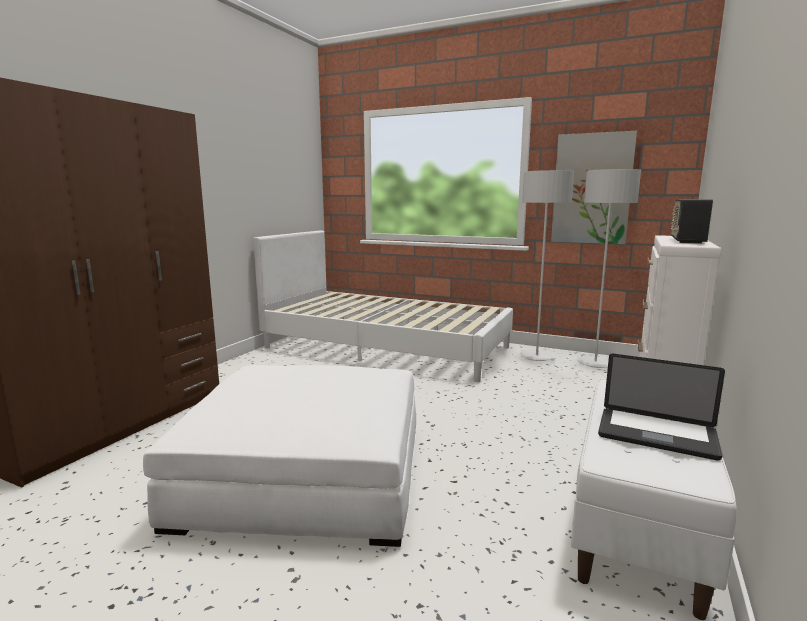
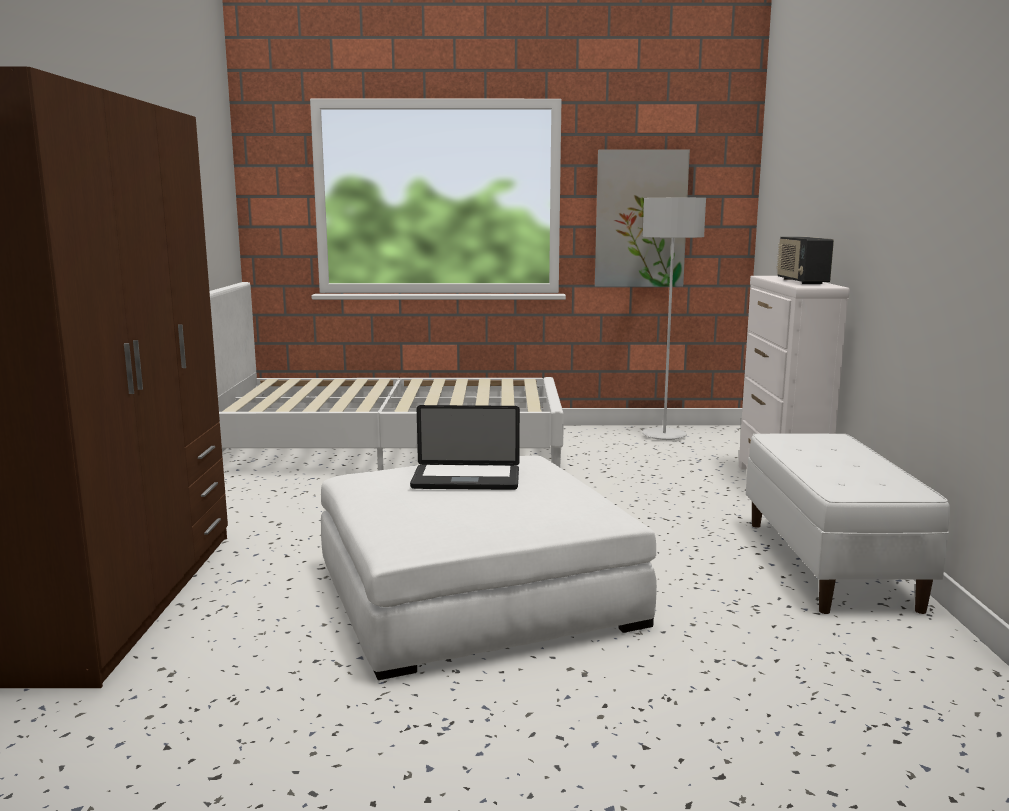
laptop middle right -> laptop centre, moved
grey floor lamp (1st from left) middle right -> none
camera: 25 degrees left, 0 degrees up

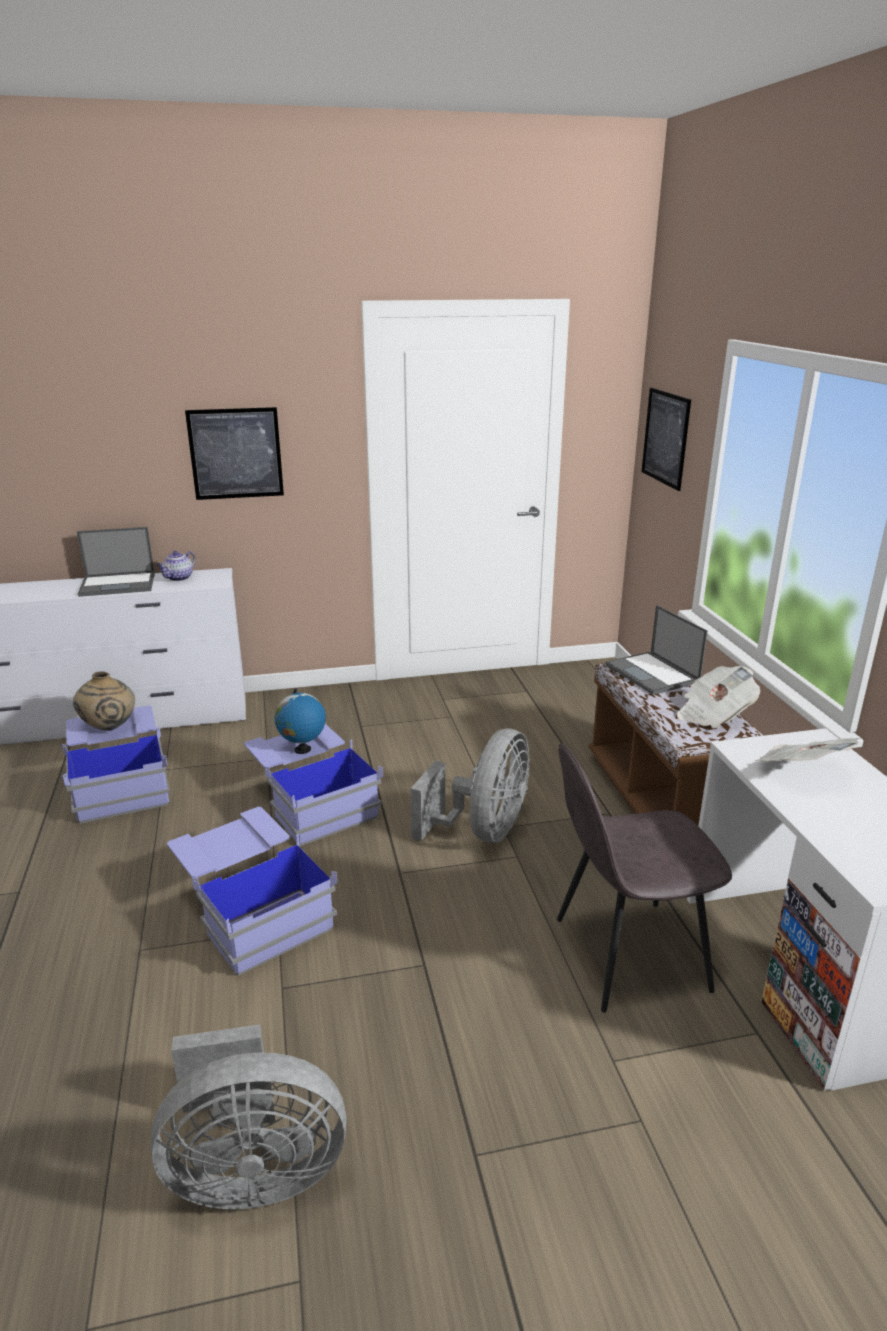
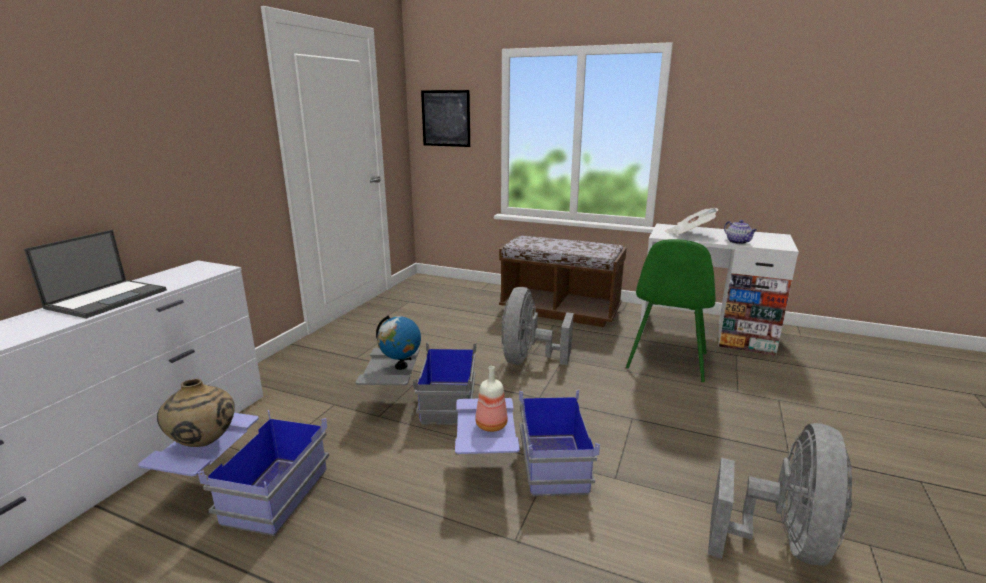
blue storage box (3rd from left) centre -> grey storage box centre
none -> bottle bottom centre
grey fan (2nd from left in the first image) centre -> grey fan (1st from left) centre, 135 degrees counterclockwise
grey chair middle right -> green chair middle right
teapot middle left -> teapot middle right, moved
picture (1st from left) middle left -> none
laptop (2nd from left) middle right -> none
newspaper (1st from left) middle right -> none
camera: 55 degrees left, 5 degrees down

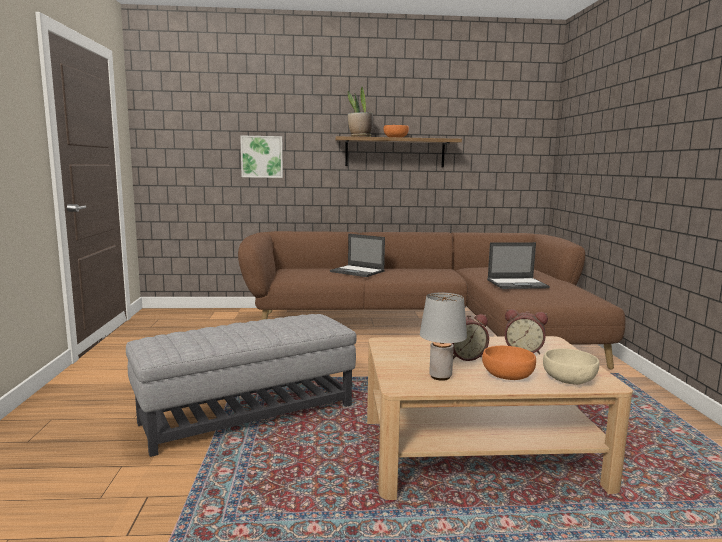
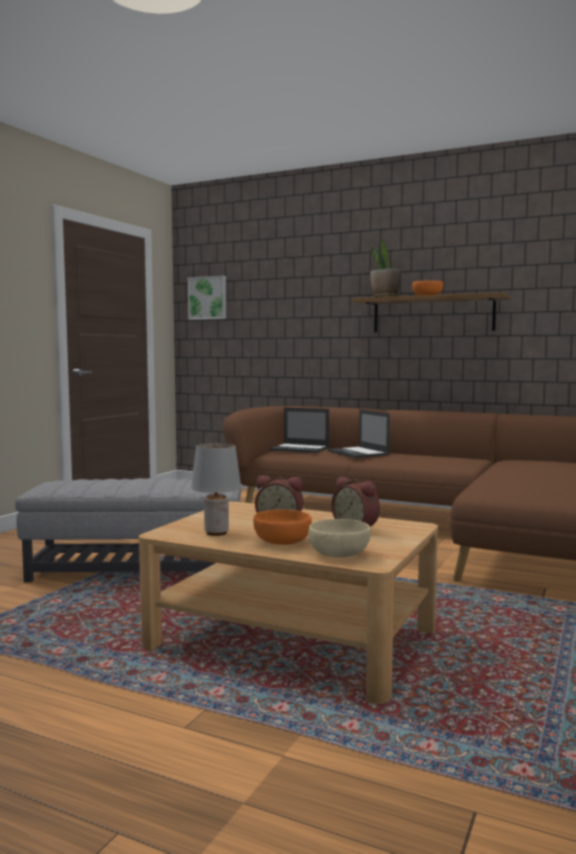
picture top centre -> picture centre, moved
laptop (2nd from left in the first image) middle right -> laptop (1st from left) centre, moved
camera: 30 degrees right, 5 degrees down

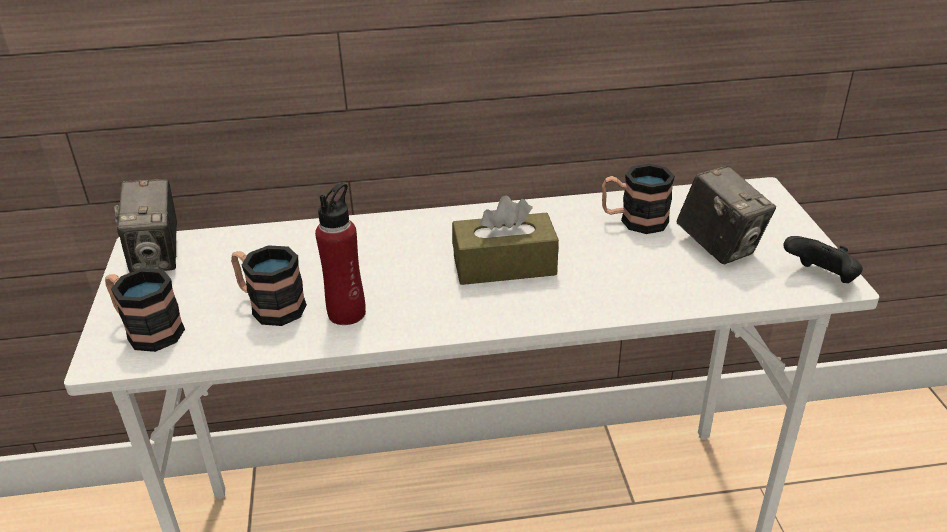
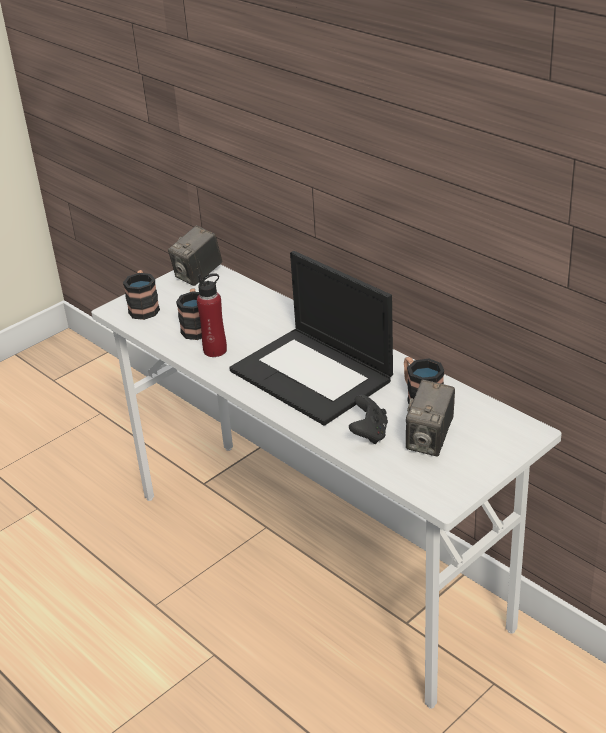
brown tissue box centre -> laptop centre
black game controller middle right -> black game controller centre, moved
camera: 55 degrees right, 0 degrees up

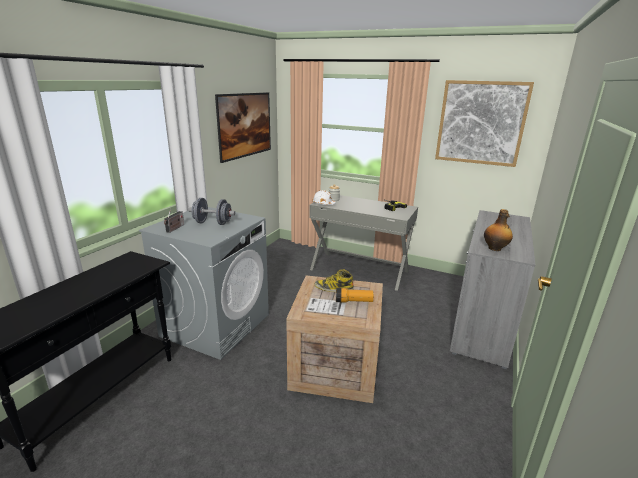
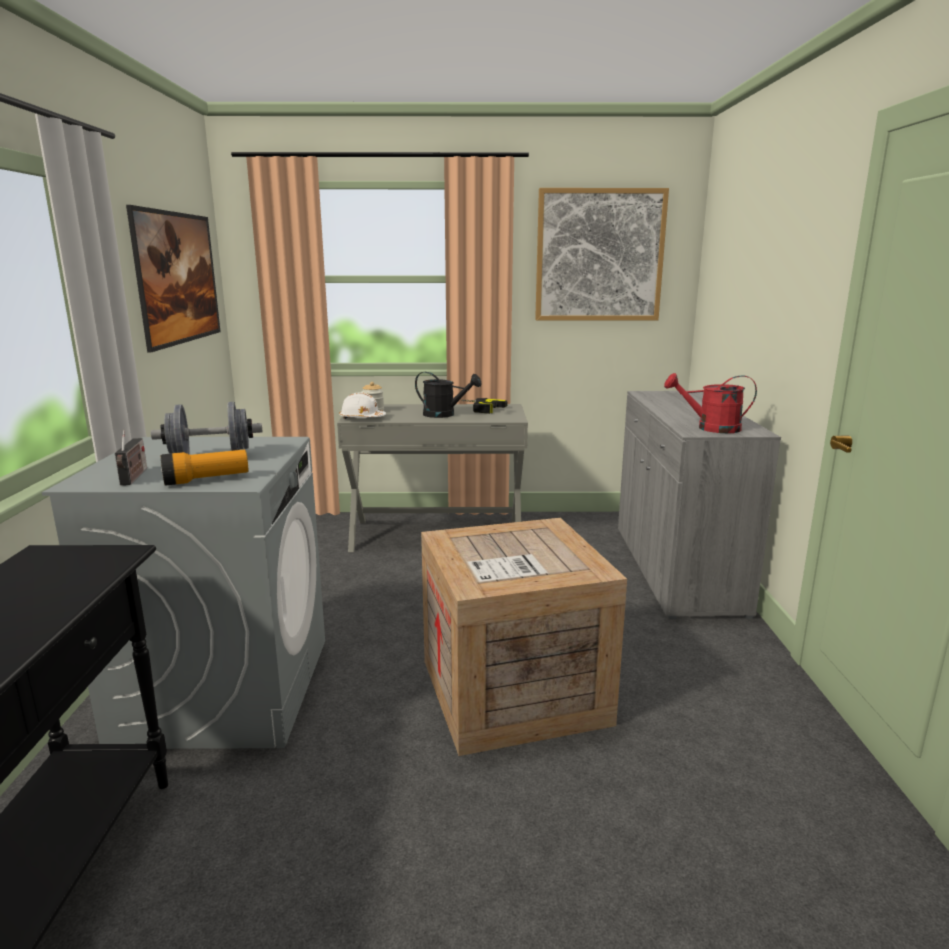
flashlight centre -> flashlight middle left, moved
none -> black watering can centre
bottle middle right -> red watering can middle right
boot centre -> none
camera: 25 degrees left, 5 degrees down

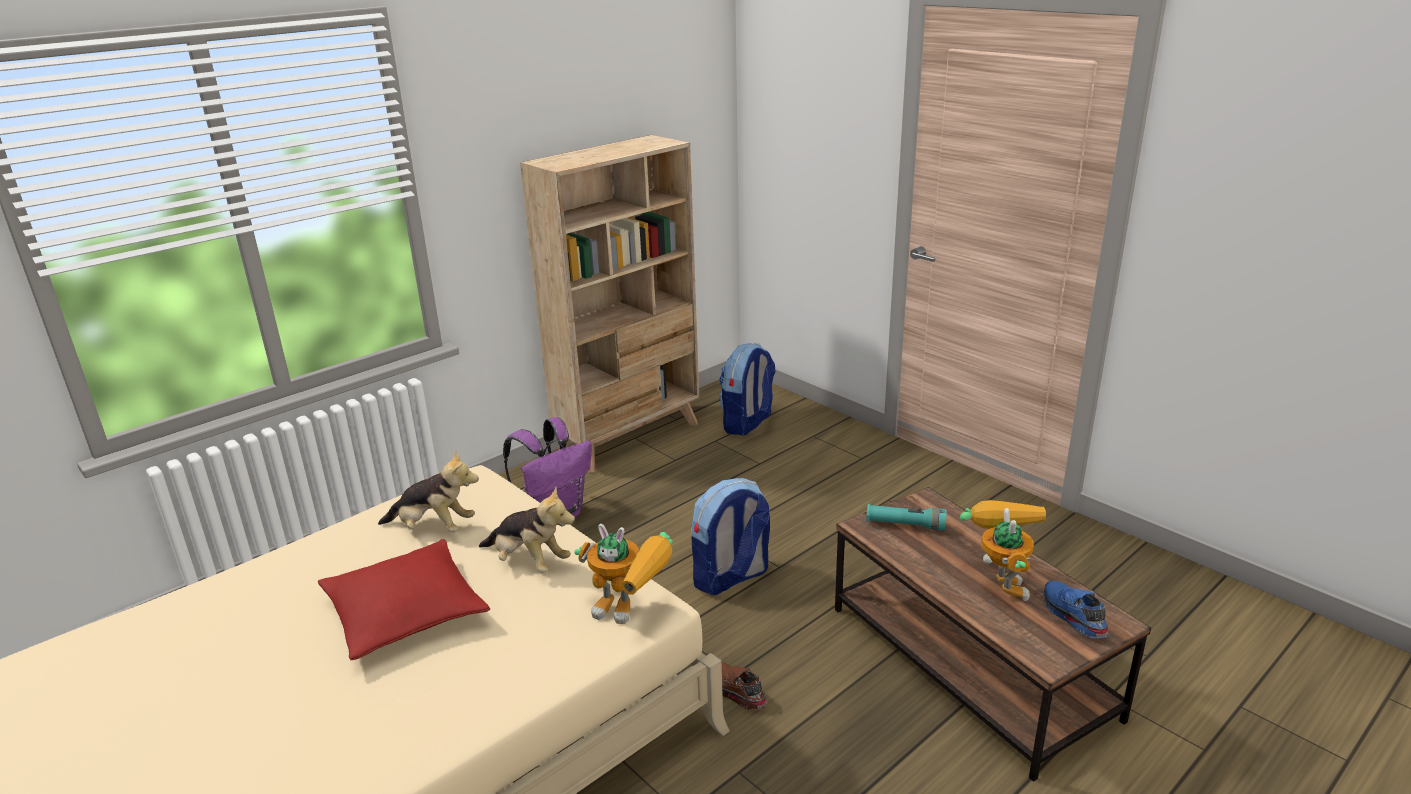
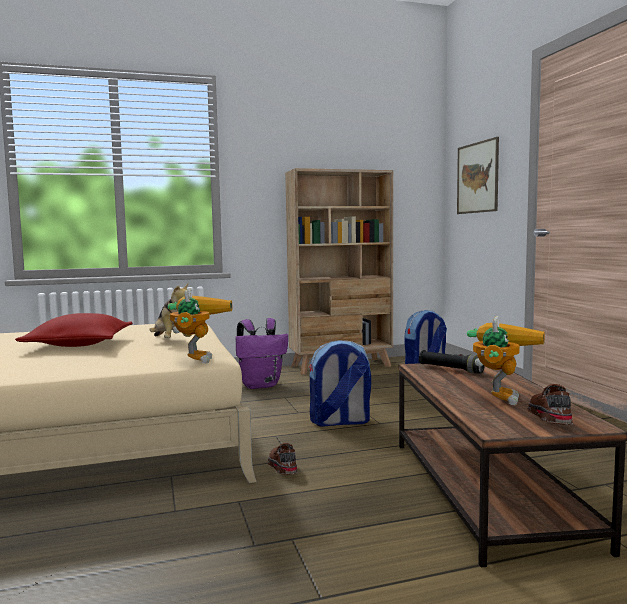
toy robot (1st from left) bottom centre -> toy robot (1st from left) middle left, 135 degrees counterclockwise
turquoise flashlight centre -> black flashlight middle right
none -> picture top right
blue shoe bottom right -> brown shoe (2nd from left) bottom right
plush toy (1st from left) middle left -> none
camera: 25 degrees right, 20 degrees down

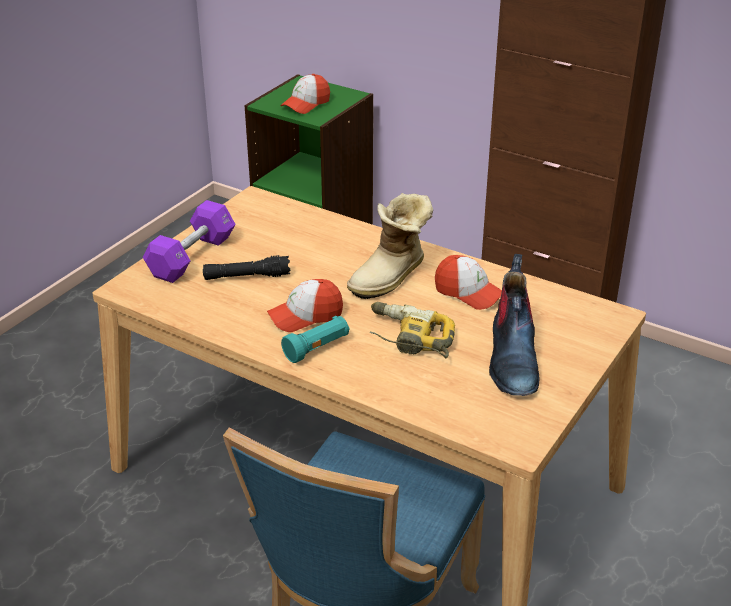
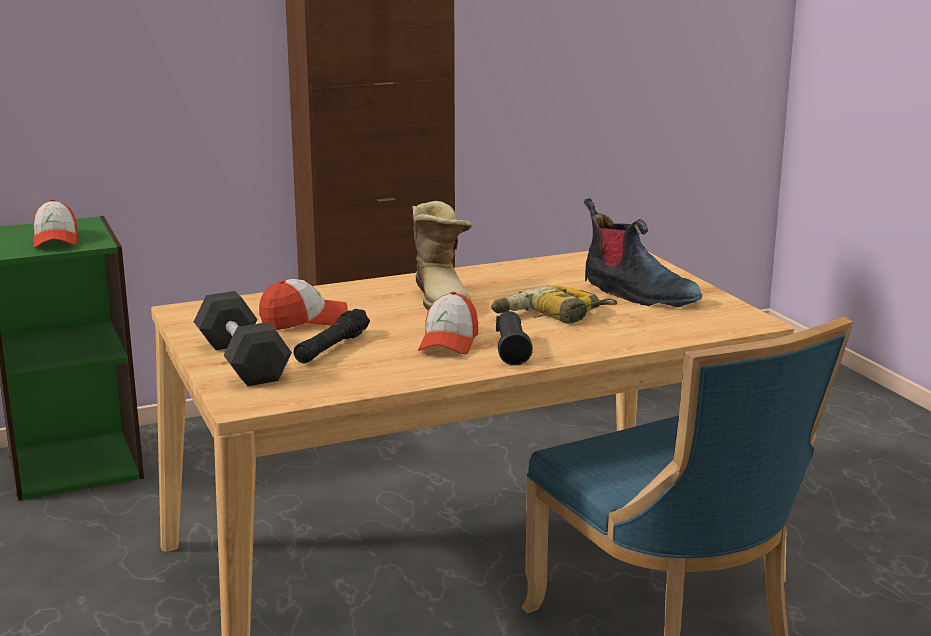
purple dumbbell middle left -> black dumbbell middle left
cap (3rd from left in the first image) centre -> cap (2nd from left) middle left, moved
turquoise flashlight centre -> black flashlight (2nd from left) centre
camera: 55 degrees left, 15 degrees down

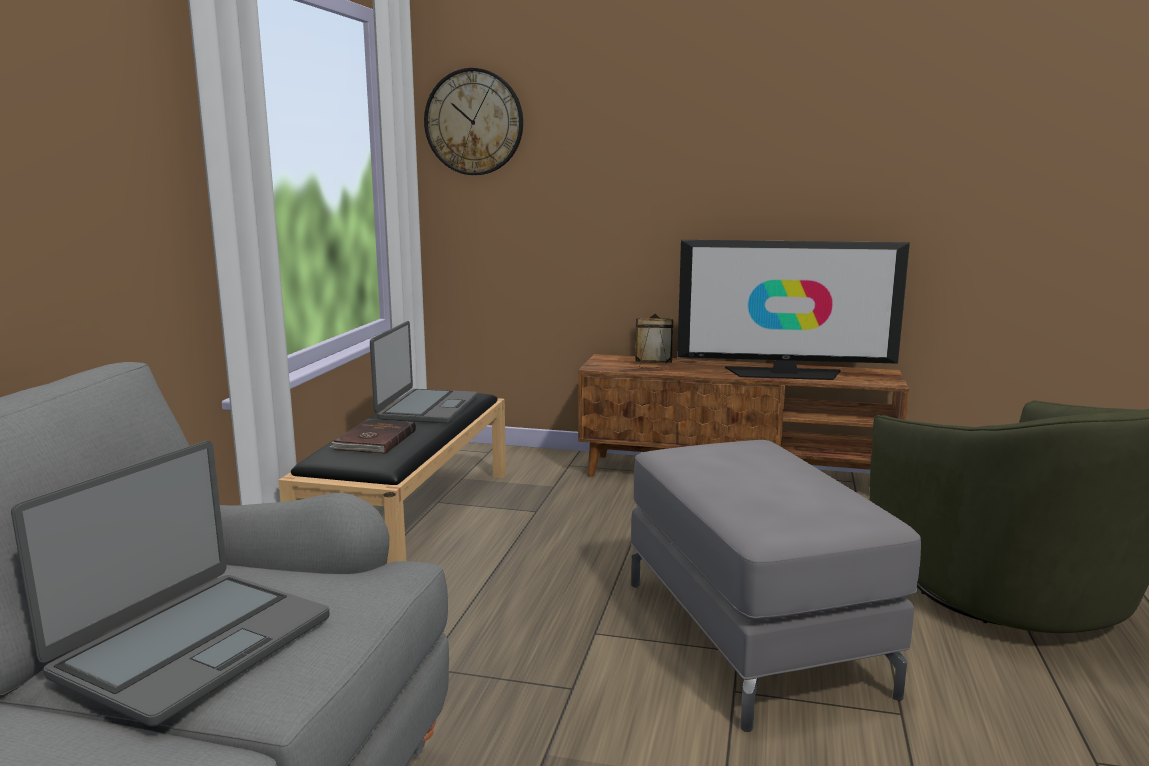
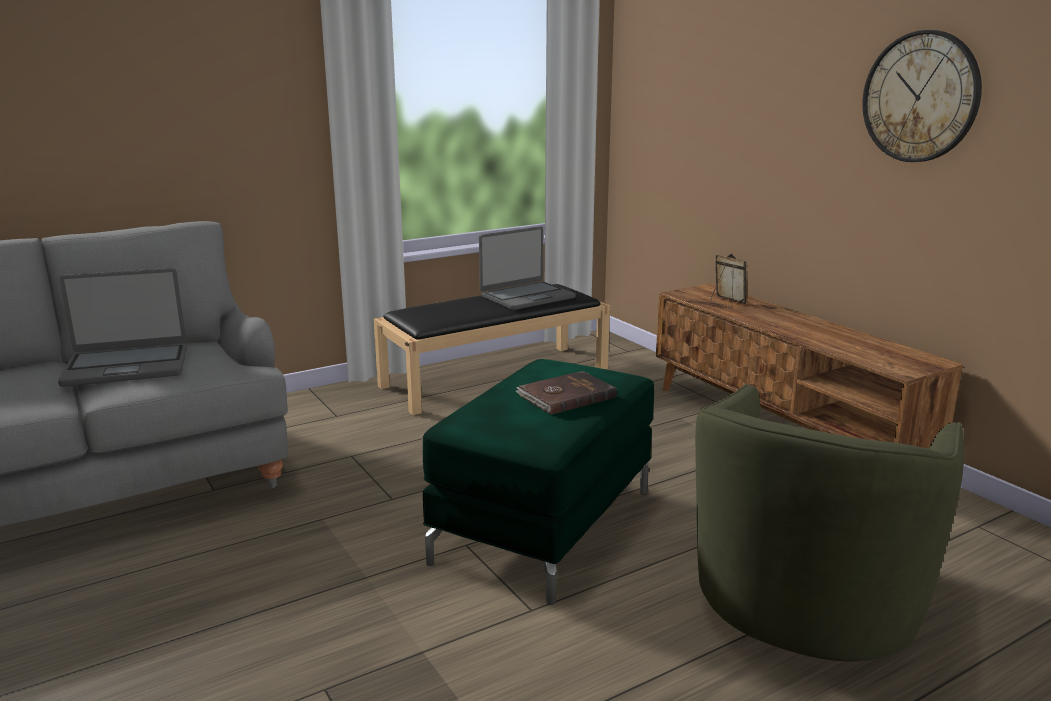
grey ottoman bottom right -> green ottoman bottom centre
brown book middle left -> brown book centre, moved
wall clock top centre -> wall clock top right, moved
television middle right -> none
camera: 45 degrees right, 5 degrees up

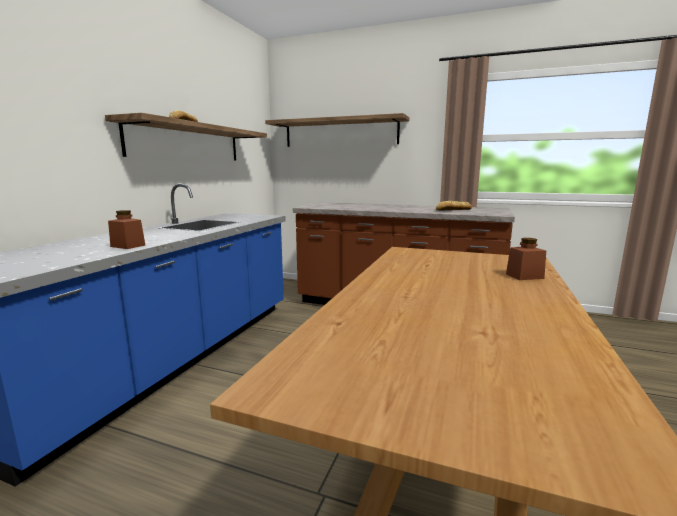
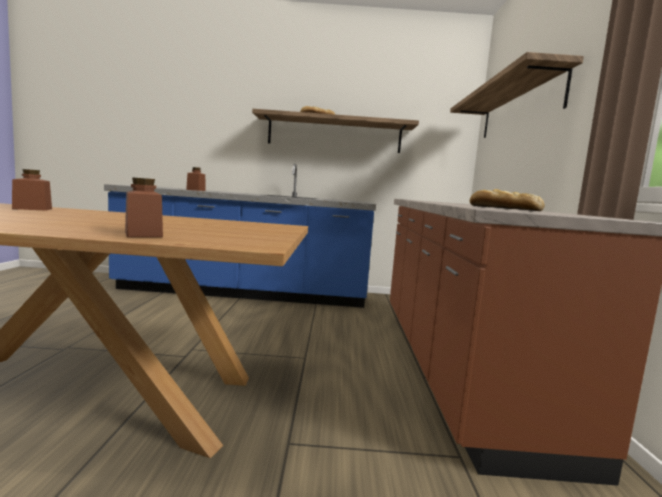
none -> brown jar (1st from left) middle left
camera: 70 degrees right, 5 degrees down

